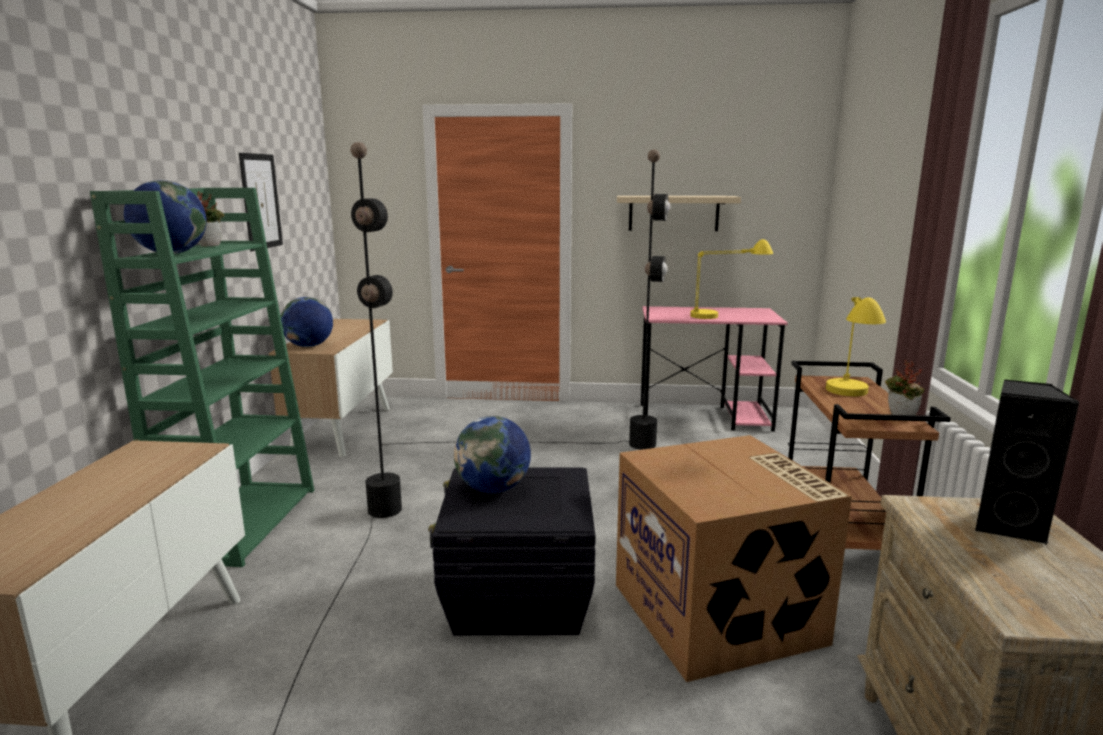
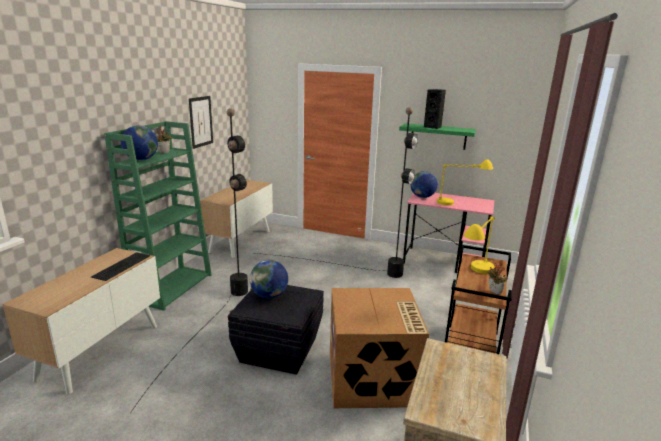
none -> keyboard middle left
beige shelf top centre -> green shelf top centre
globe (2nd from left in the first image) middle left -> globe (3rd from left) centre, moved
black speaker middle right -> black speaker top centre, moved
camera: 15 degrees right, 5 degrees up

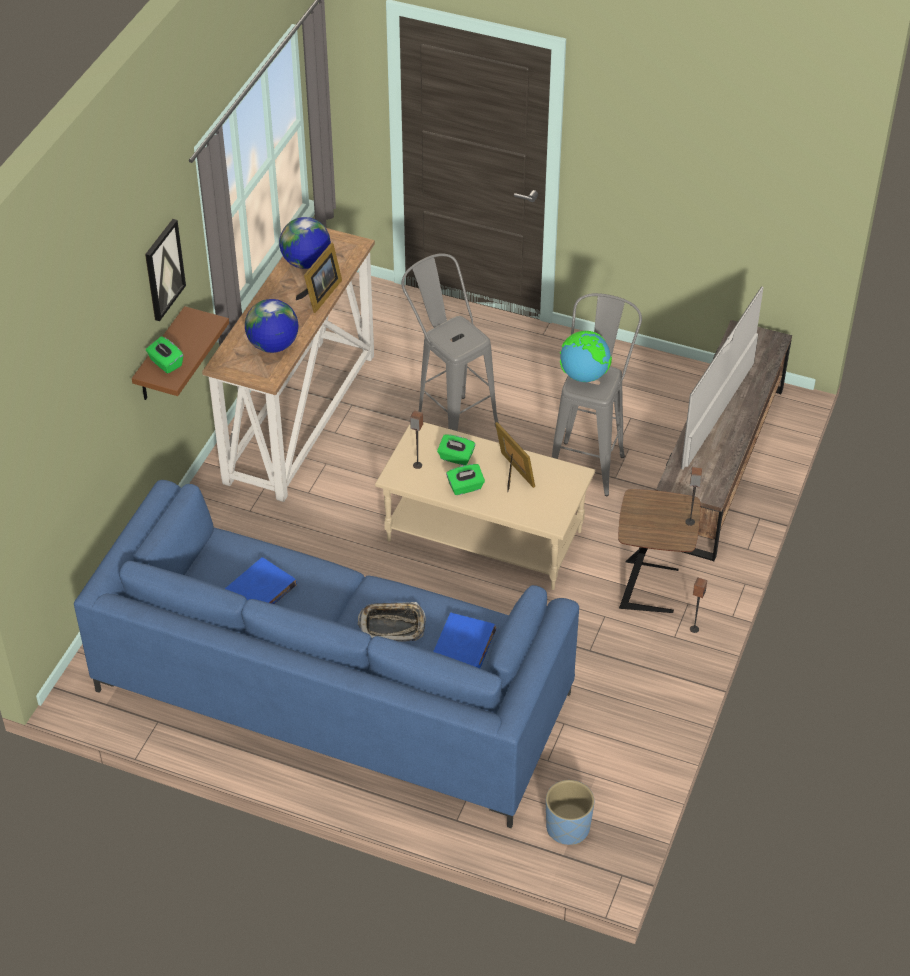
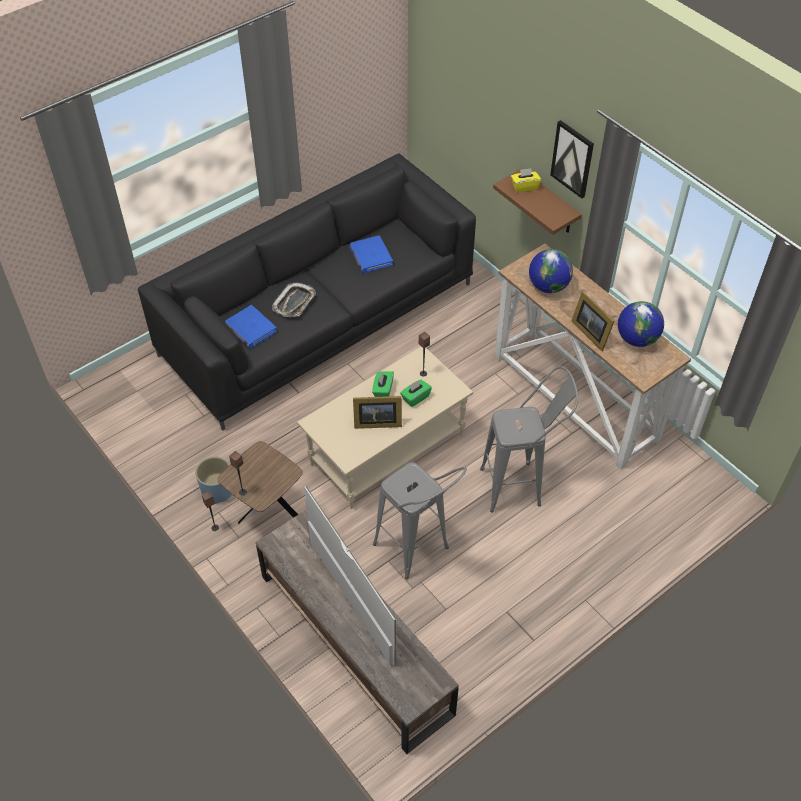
blue sofa bottom centre -> black sofa centre
blue planter bottom centre -> blue planter middle left, moved
green tissue box (1st from left) middle left -> yellow tissue box top centre
globe (3rd from left) centre -> none
camera: 120 degrees right, 5 degrees up

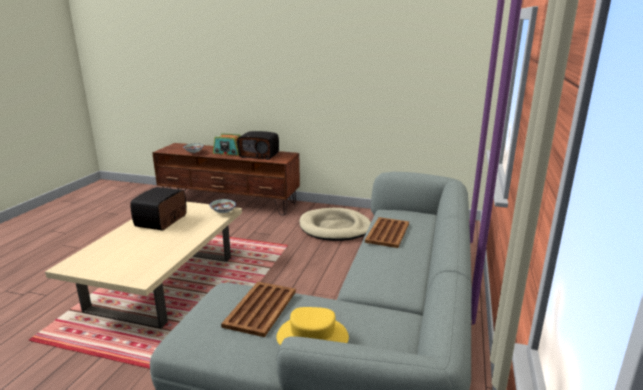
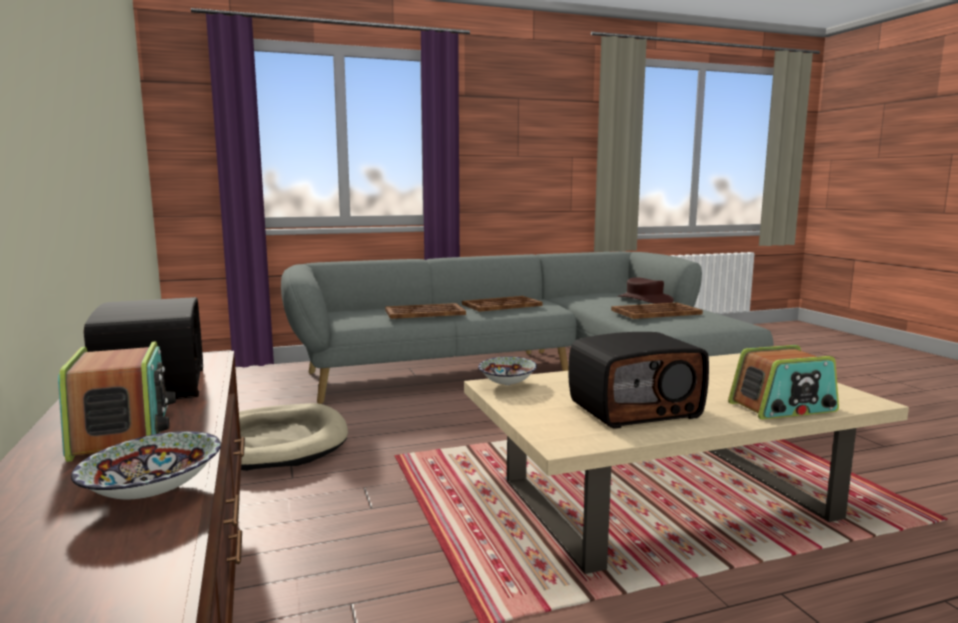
none -> brown tray (2nd from left) centre
yellow hat bottom centre -> brown hat middle right
none -> radio (4th from left) middle right
camera: 125 degrees left, 10 degrees down

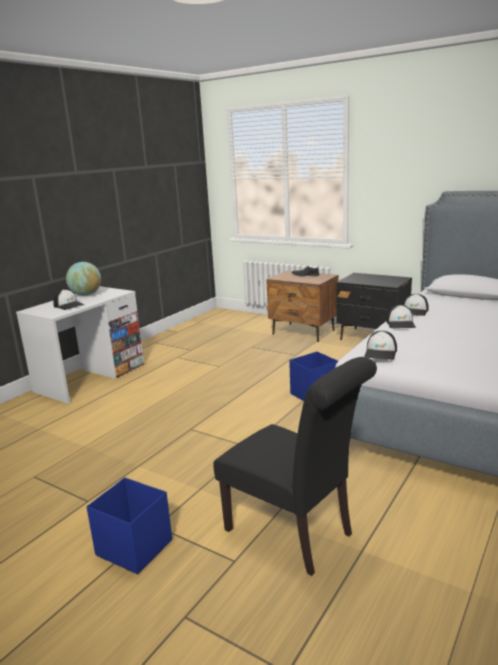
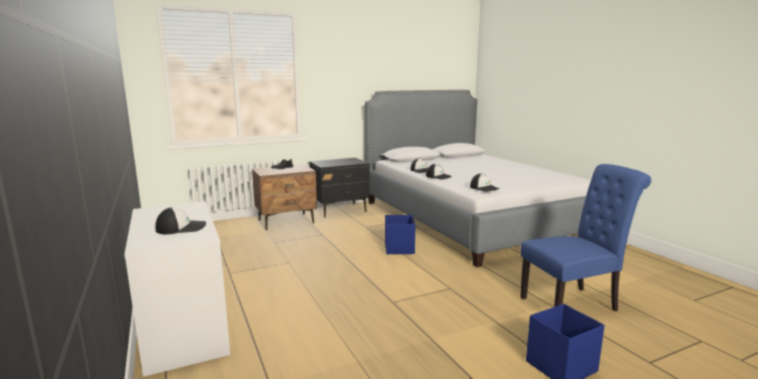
black chair bottom centre -> blue chair middle right
globe middle left -> none
camera: 60 degrees left, 5 degrees down

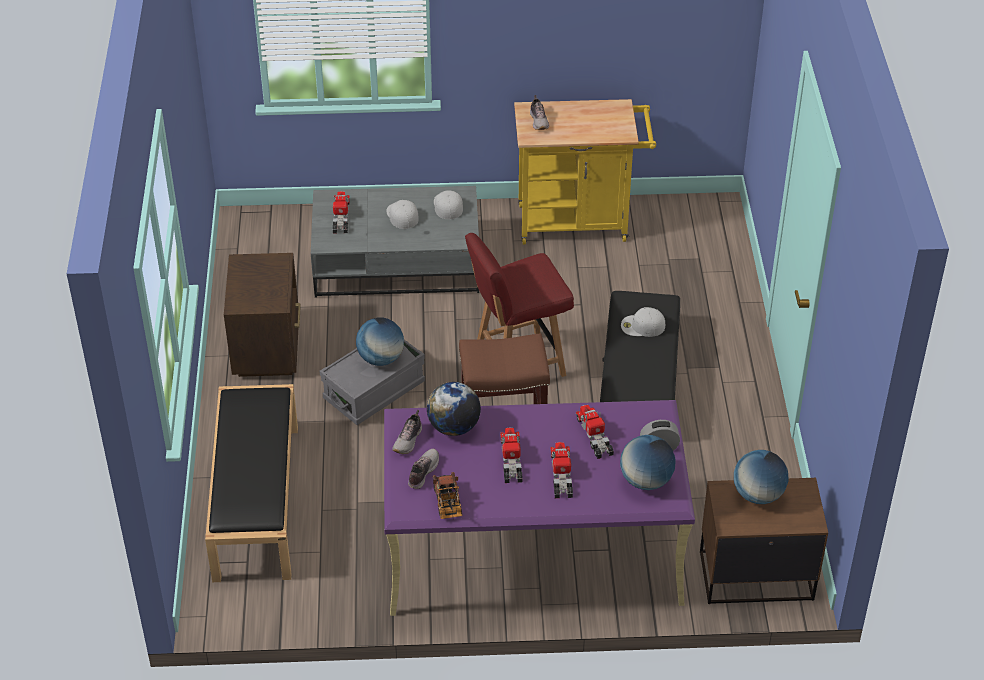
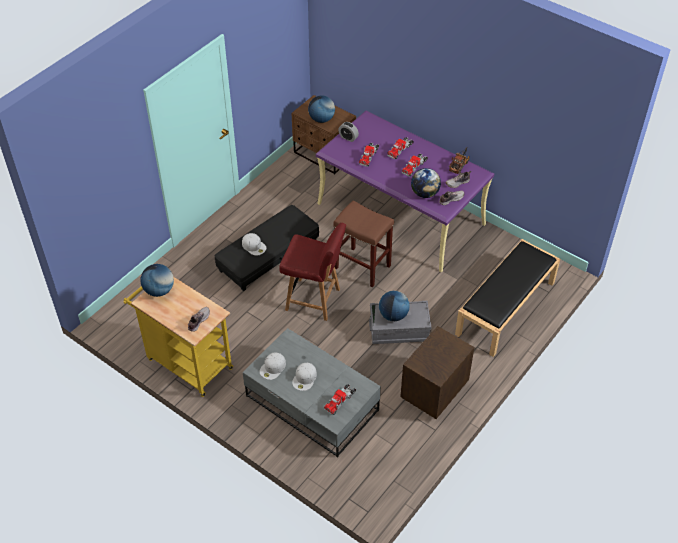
globe (3rd from left in the first image) bottom centre -> globe (1st from left) middle left, moved
camera: 140 degrees left, 5 degrees up

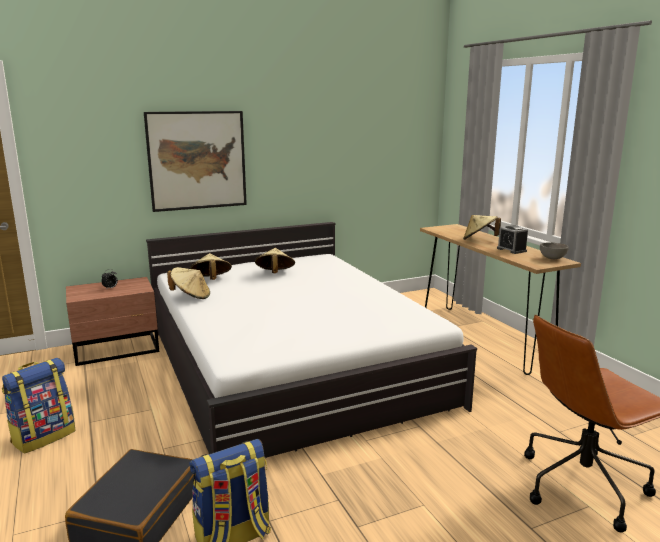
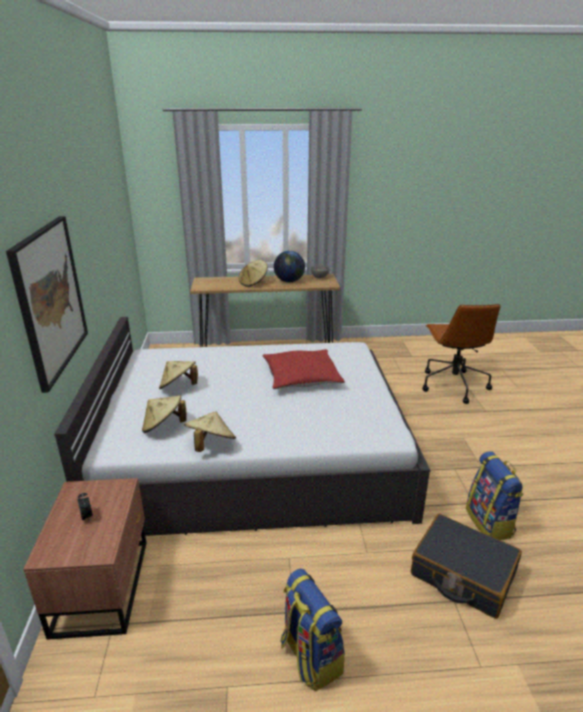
none -> red pillow centre
alarm clock (2nd from left) middle right -> globe centre
camera: 70 degrees left, 10 degrees up

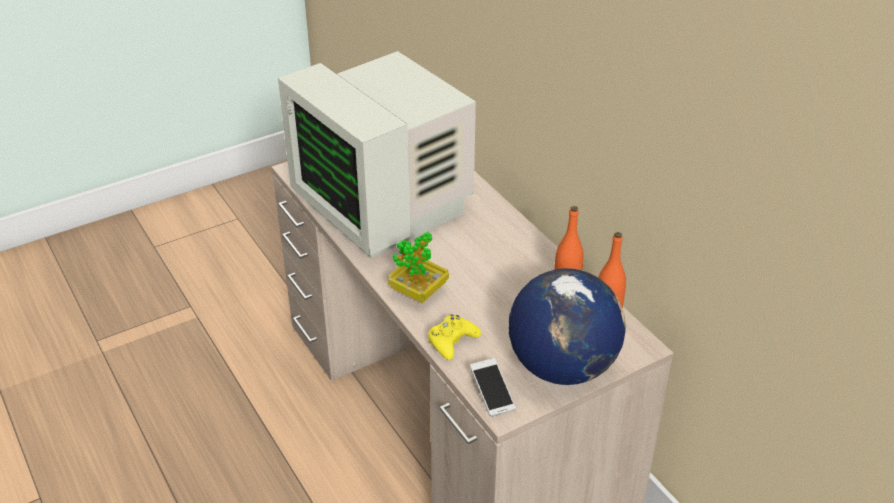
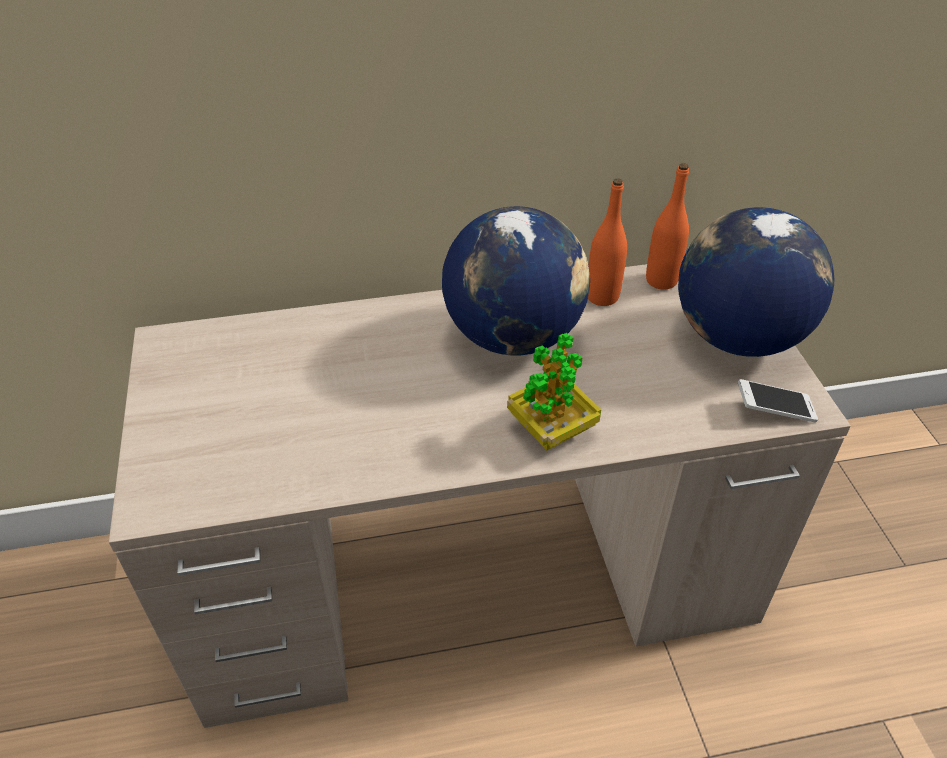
none -> globe (1st from left) centre
monitor top centre -> none
yellow game controller bottom centre -> none
camera: 70 degrees left, 5 degrees up

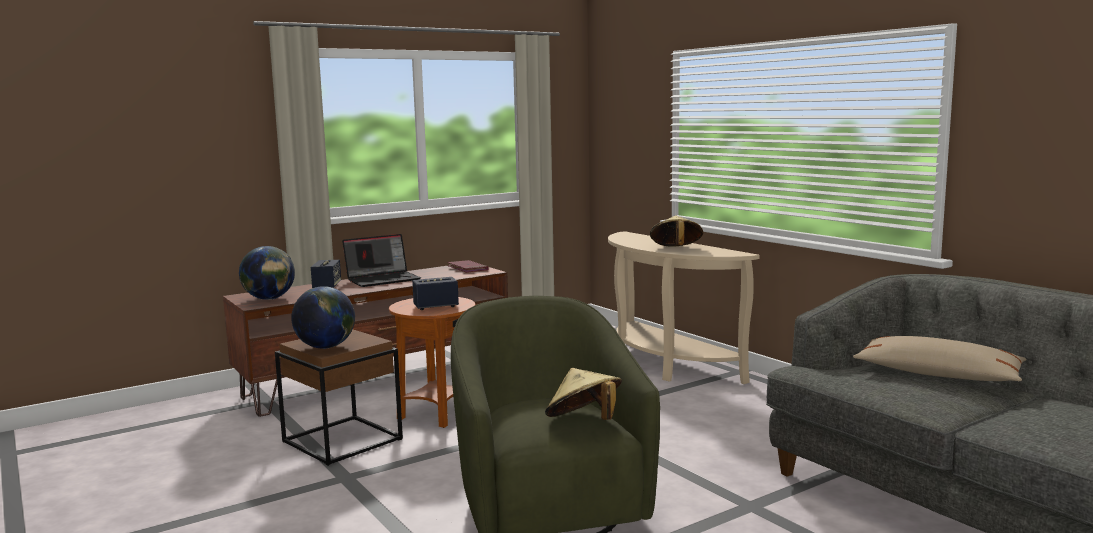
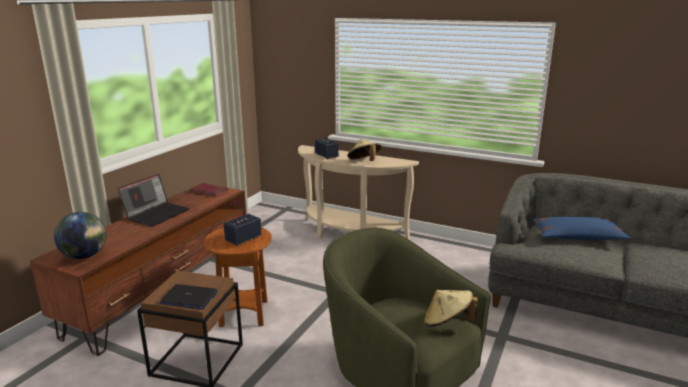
globe (2nd from left) middle left -> laptop (2nd from left) bottom left
speaker (1st from left in the first image) middle left -> speaker (2nd from left) centre, moved
beige pillow bottom right -> blue pillow middle right
camera: 30 degrees left, 10 degrees up

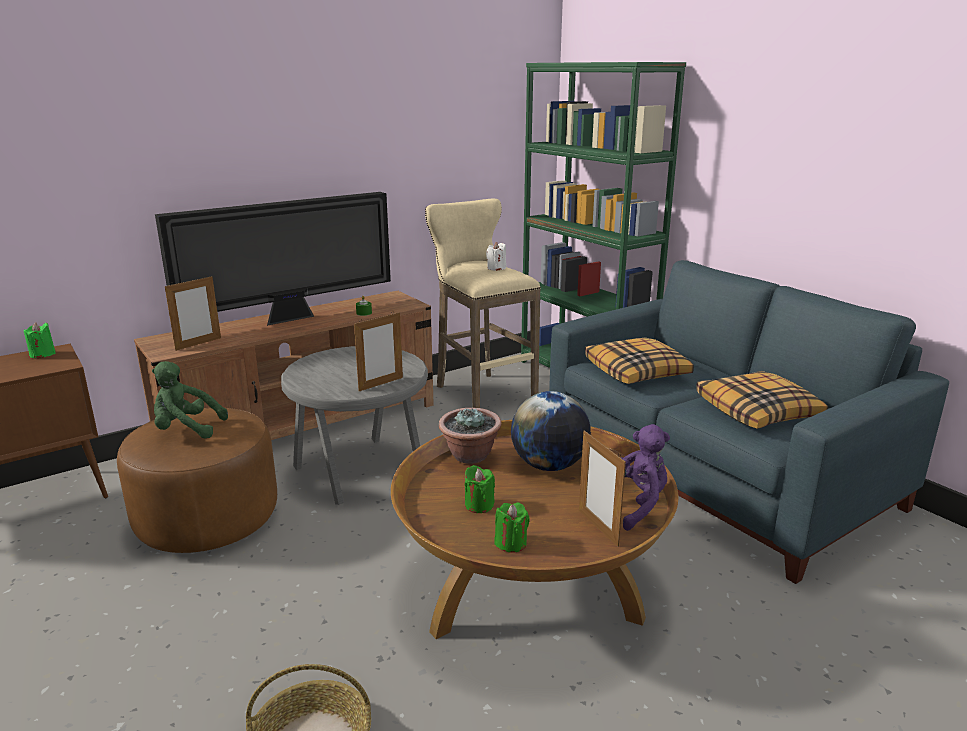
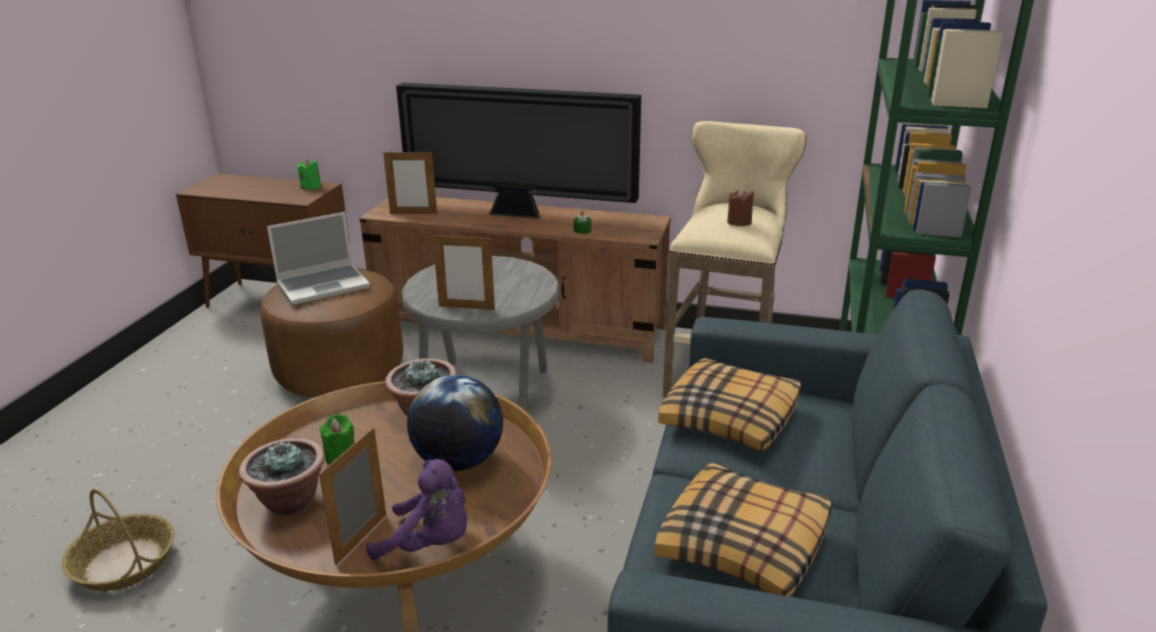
green candle (4th from left) bottom centre -> potted plant (1st from left) bottom left
green plush toy middle left -> laptop middle left
white candle centre -> brown candle top centre
camera: 50 degrees right, 5 degrees up

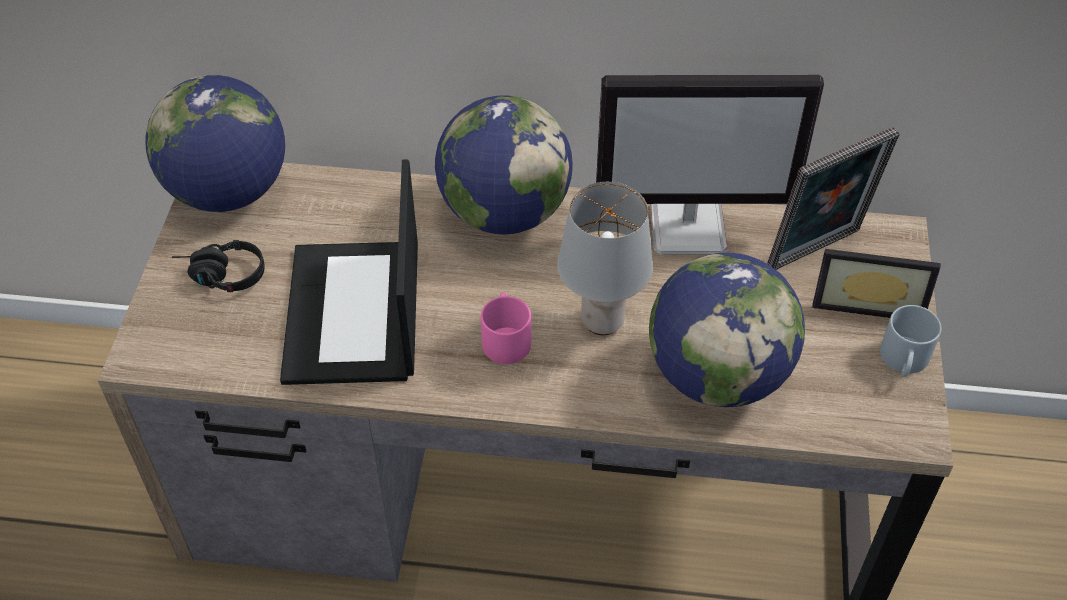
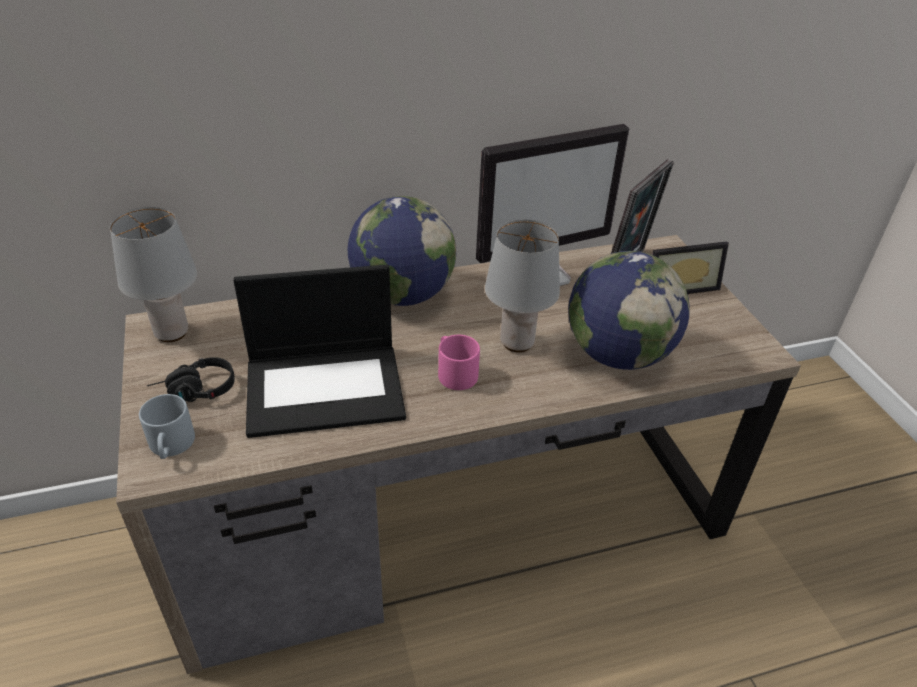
globe (1st from left) top left -> grey table lamp (1st from left) middle left
grey mug middle right -> grey mug middle left, moved
laptop middle left -> laptop centre, 75 degrees counterclockwise
camera: 25 degrees left, 10 degrees down

